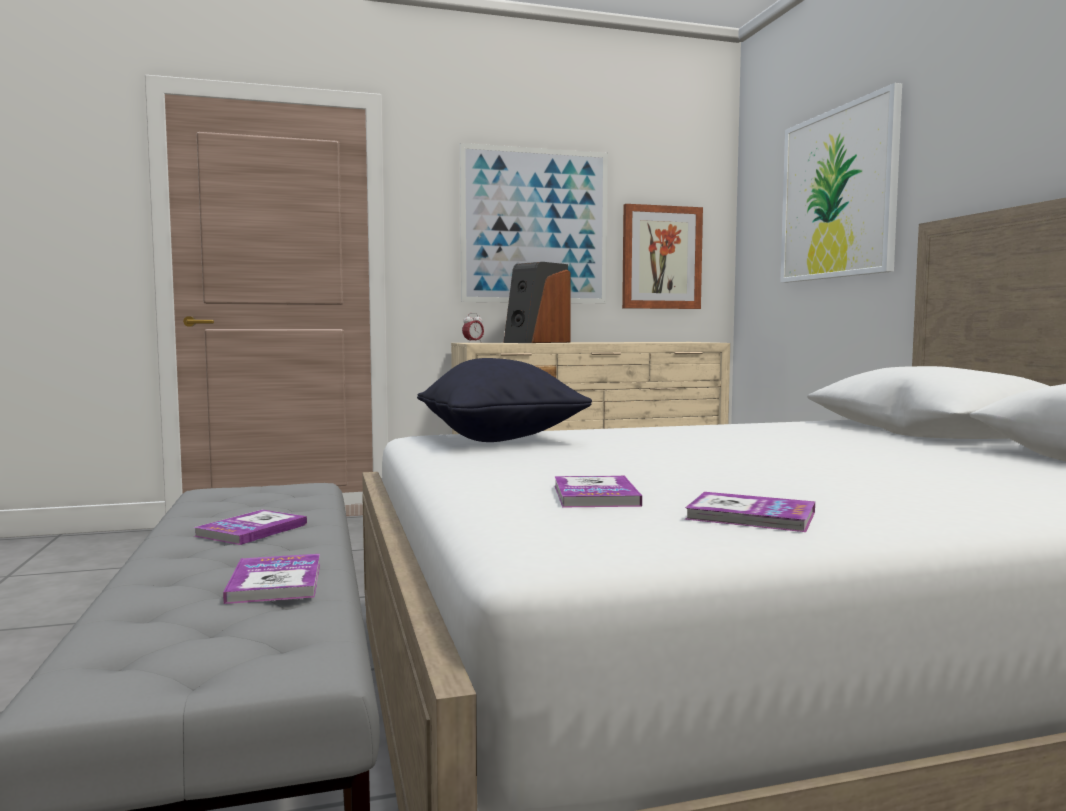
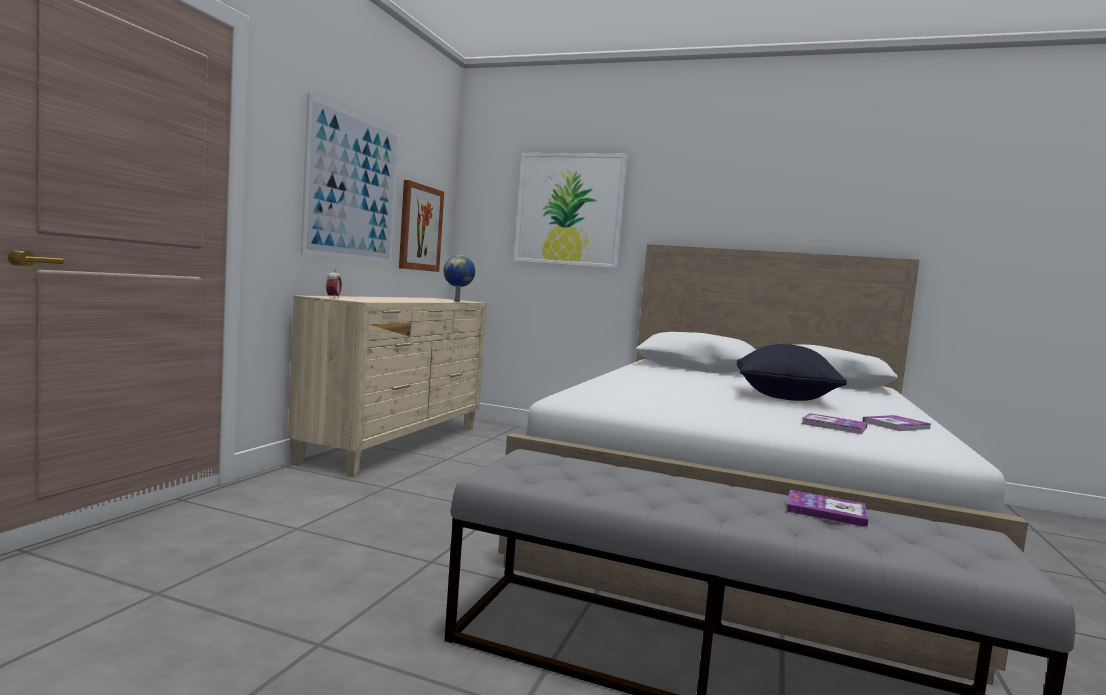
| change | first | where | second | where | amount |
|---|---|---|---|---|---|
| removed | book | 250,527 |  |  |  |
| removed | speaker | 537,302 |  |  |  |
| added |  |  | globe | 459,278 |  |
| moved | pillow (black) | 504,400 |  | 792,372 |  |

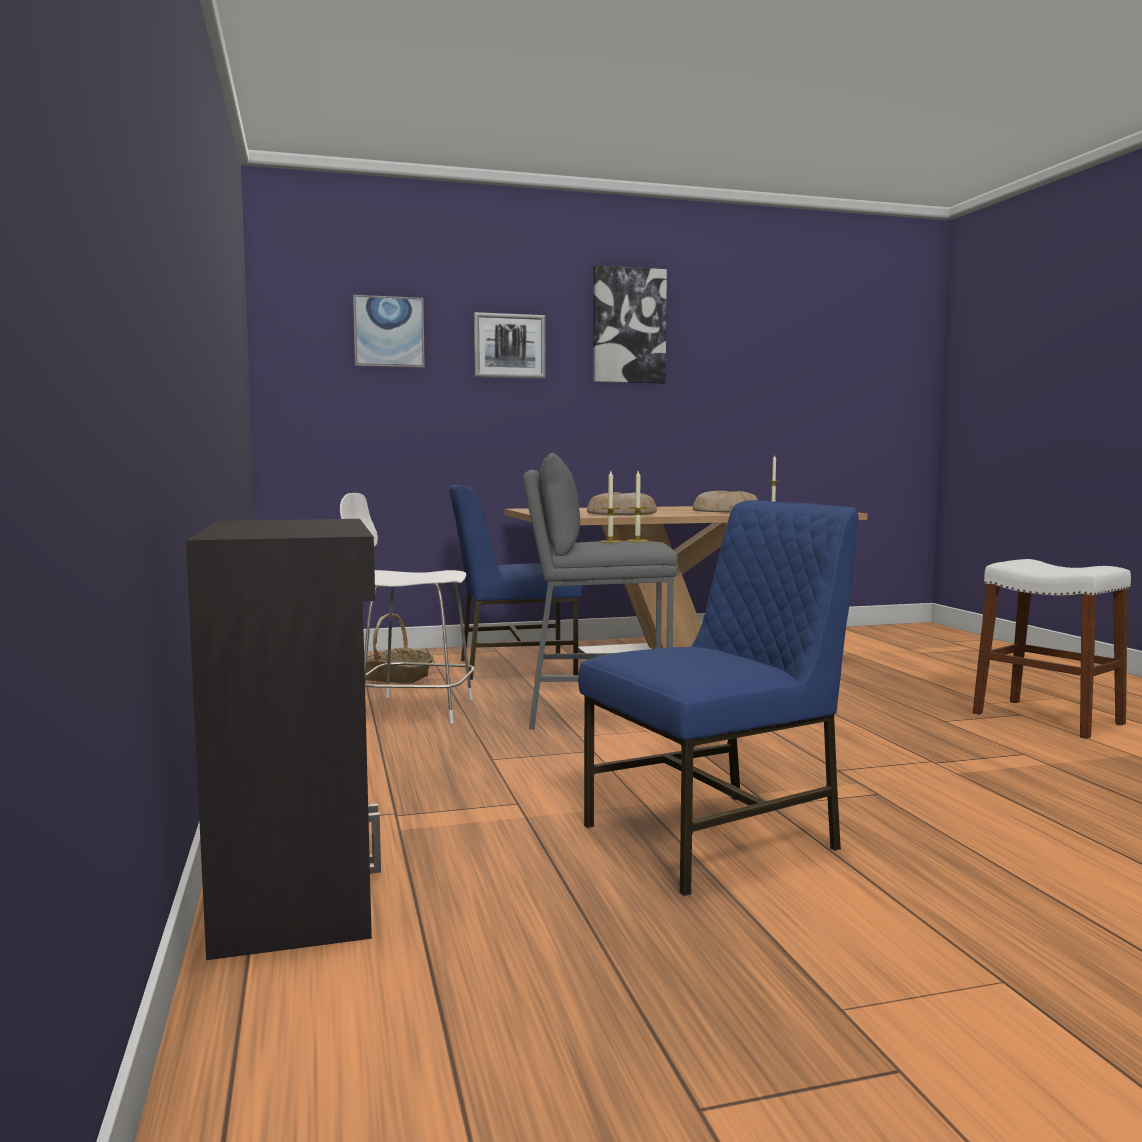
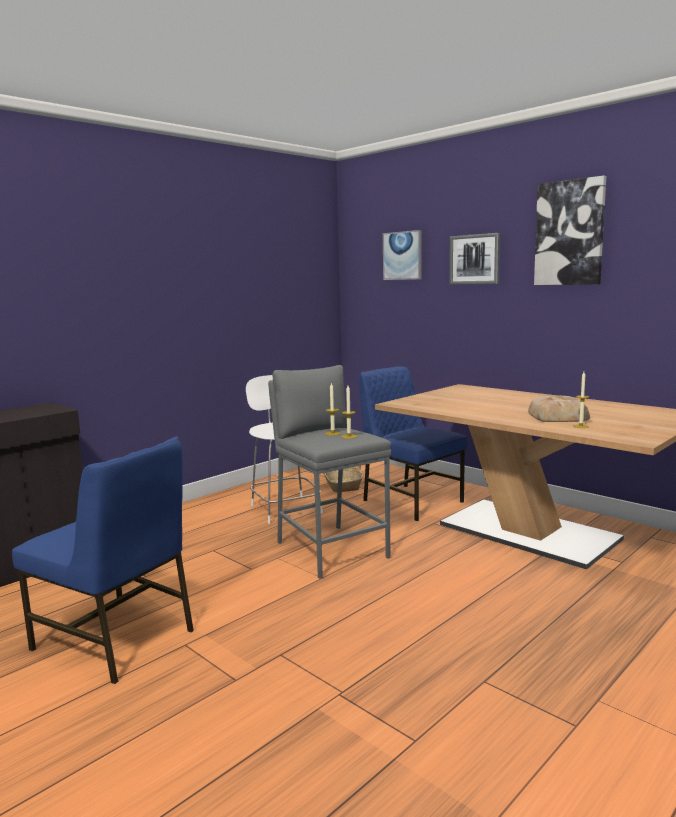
| change | first | where | second | where | amount |
|---|---|---|---|---|---|
| removed | bread | 622,503 |  |  |  |
| removed | stool (white) | 1052,649 |  |  |  |

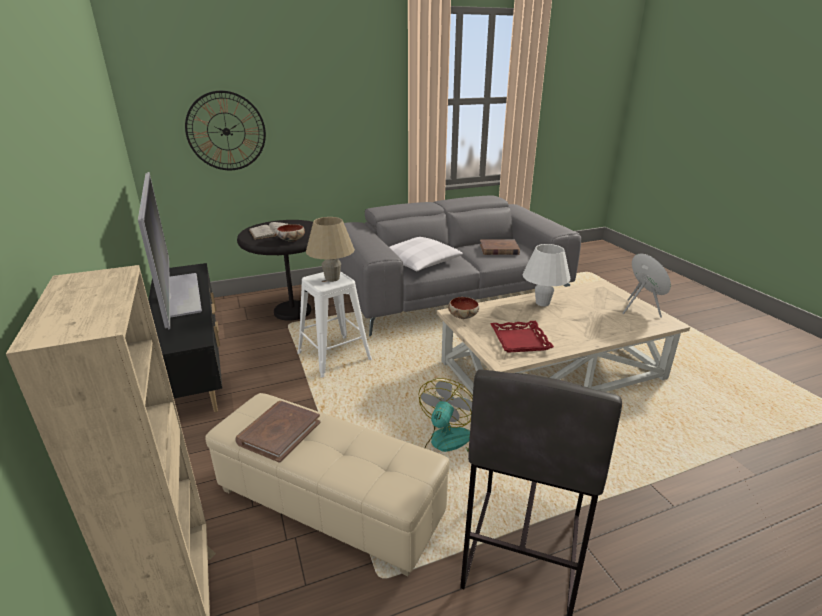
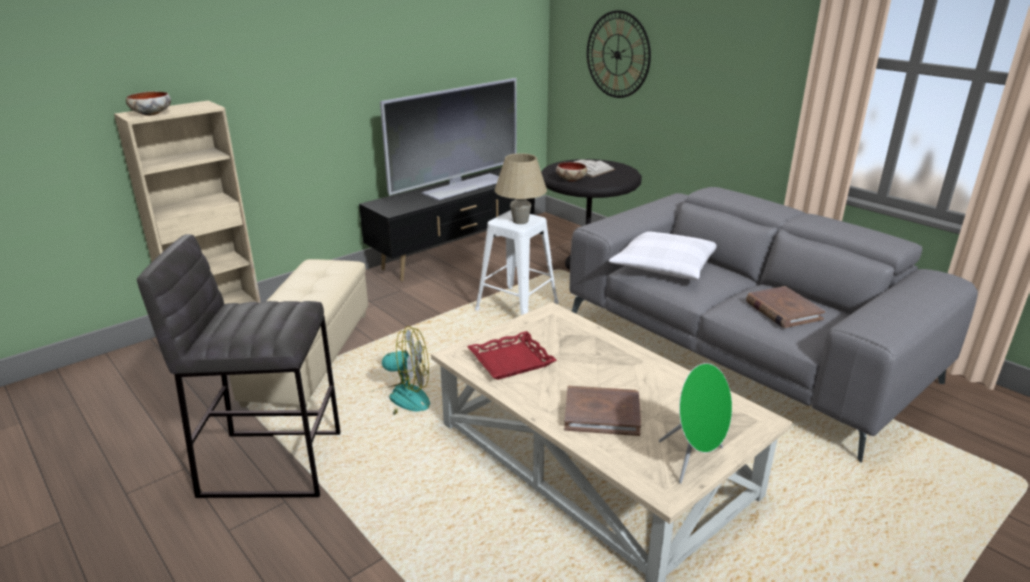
| change | first | where | second | where | amount |
|---|---|---|---|---|---|
| removed | table lamp (white) | 546,275 |  |  |  |
| moved | book (brown) | 278,432 |  | 602,411 |  |
| moved | bowl | 463,308 |  | 148,104 |  |

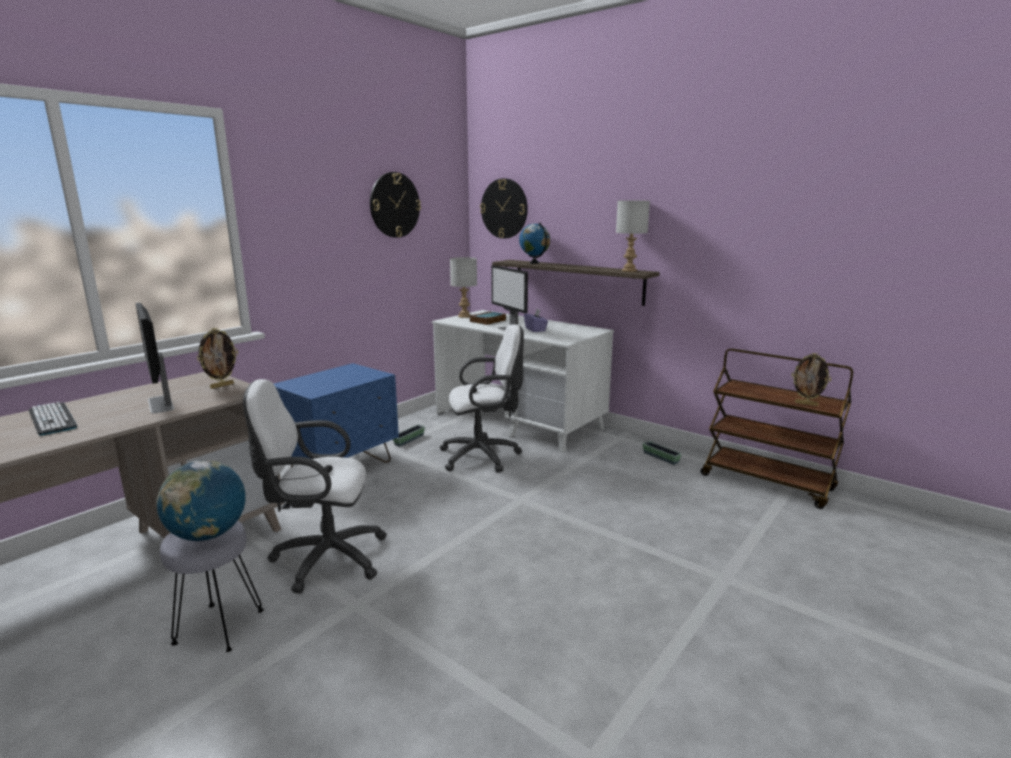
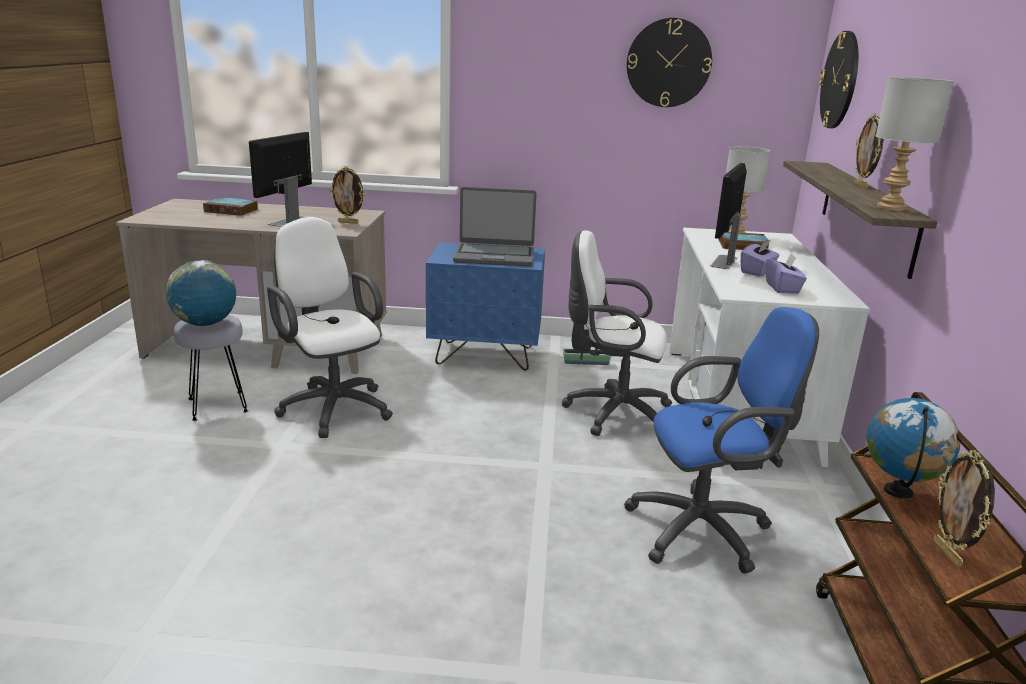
| change | first | where | second | where | amount |
|---|---|---|---|---|---|
| removed | planter | 662,453 |  |  |  |
| added |  |  | laptop | 495,226 |  |
| added |  |  | office chair (blue) | 721,440 |  |
| added |  |  | tissue box (purple) | 786,274 |  |
| added |  |  | picture frame | 869,150 |  |
| moved | globe | 534,243 |  | 913,448 |  |
| replaced | keyboard | 53,419 | book | 231,206 |  |
| turned | office chair (white) | 482,398 |  | 616,333 | 150 degrees clockwise |

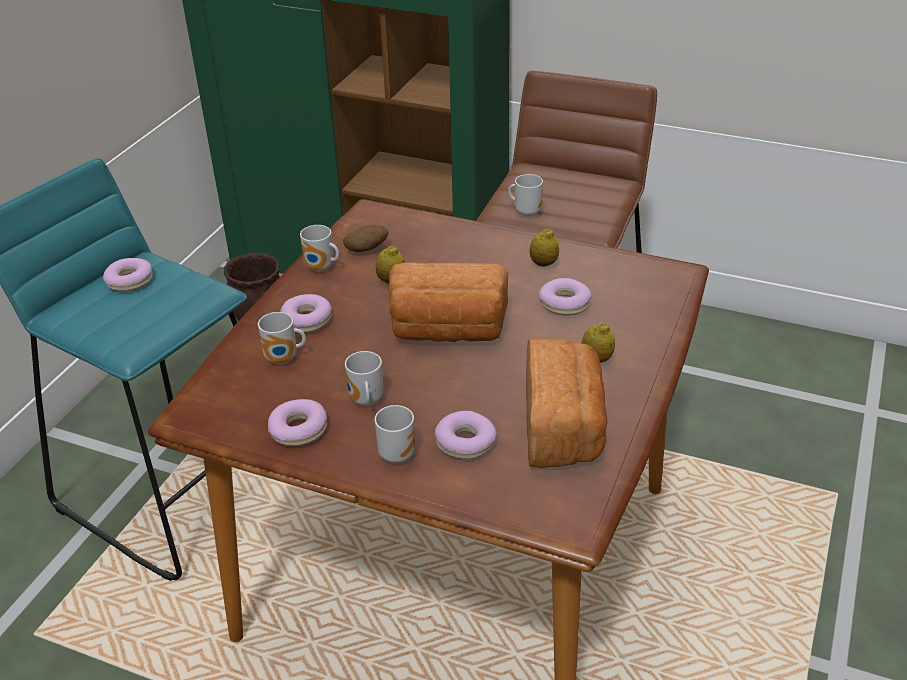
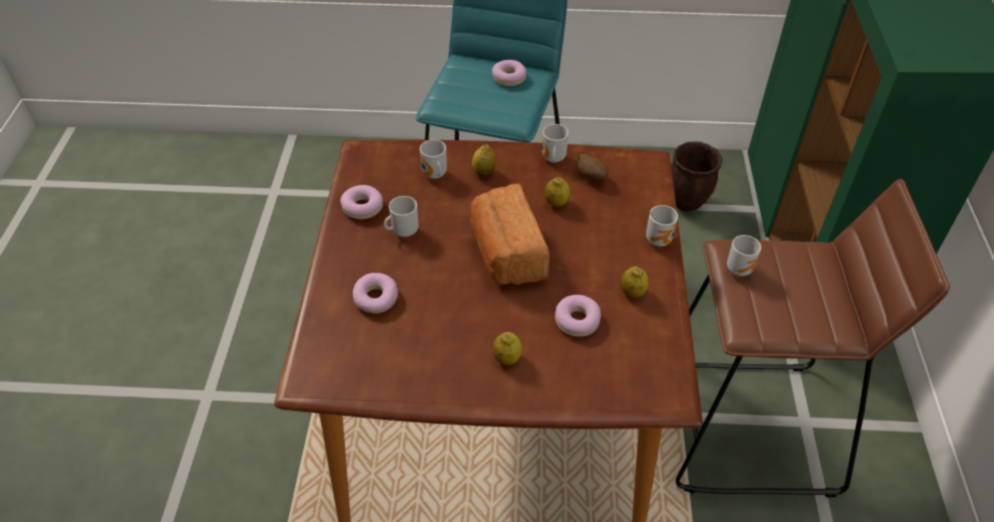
| change | first | where | second | where | amount |
|---|---|---|---|---|---|
| removed | bread | 566,403 |  |  |  |
| moved | mug | 394,434 |  | 662,226 |  |
| replaced | donut | 306,313 | lemon | 484,160 |  |

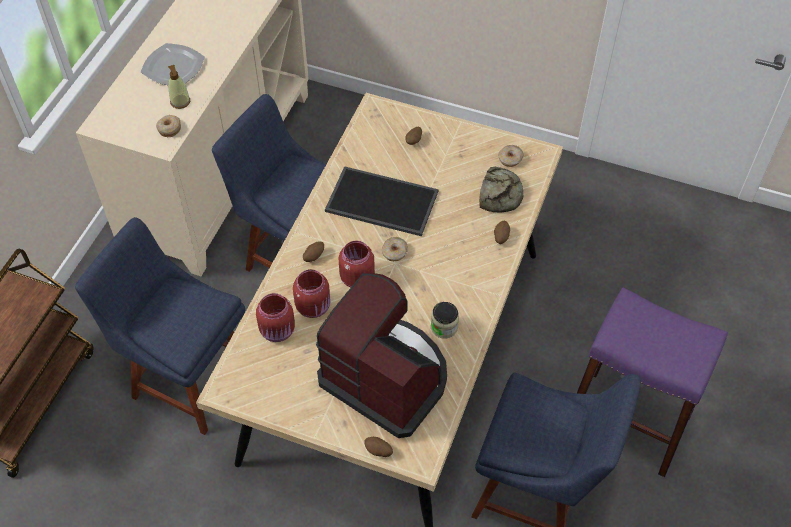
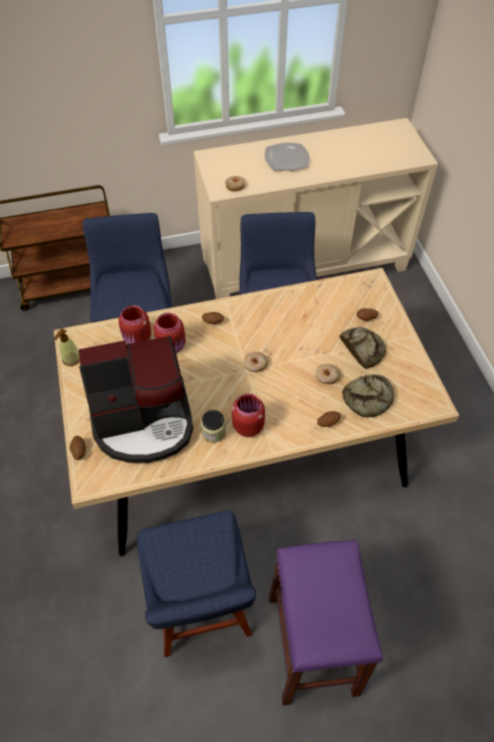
| change | first | where | second | where | amount |
|---|---|---|---|---|---|
| removed | tray | 382,201 |  |  |  |
| added |  |  | bread | 363,348 |  |
| moved | soap dispenser | 179,87 |  | 67,347 |  |
| moved | jar (red) | 357,264 |  | 248,415 |  |
| moved | donut | 510,156 |  | 328,374 |  |
| turned | coffee machine | 381,355 |  | 136,399 | 75 degrees clockwise |

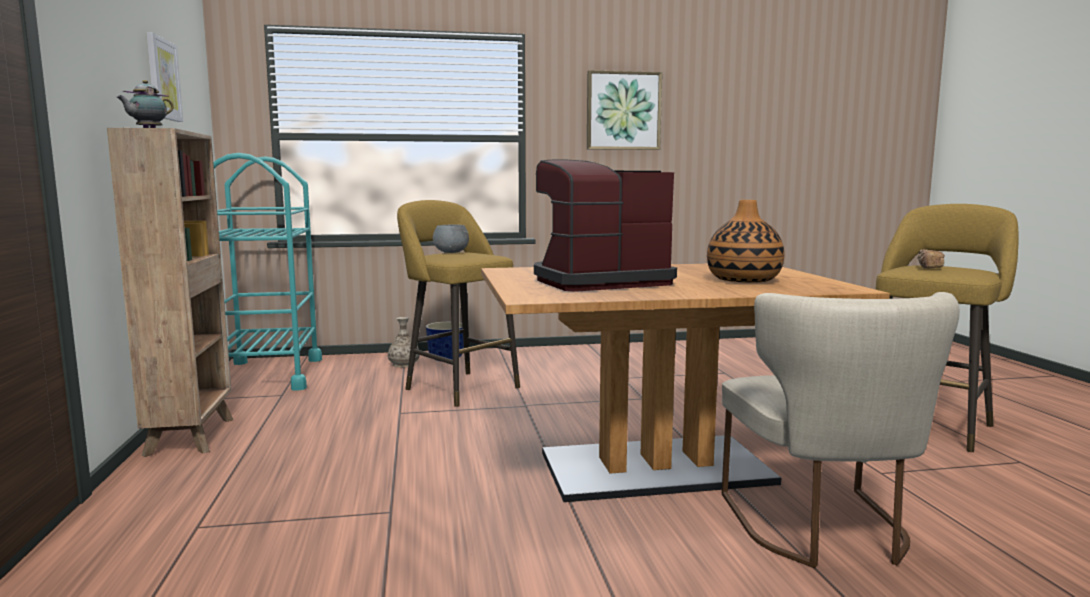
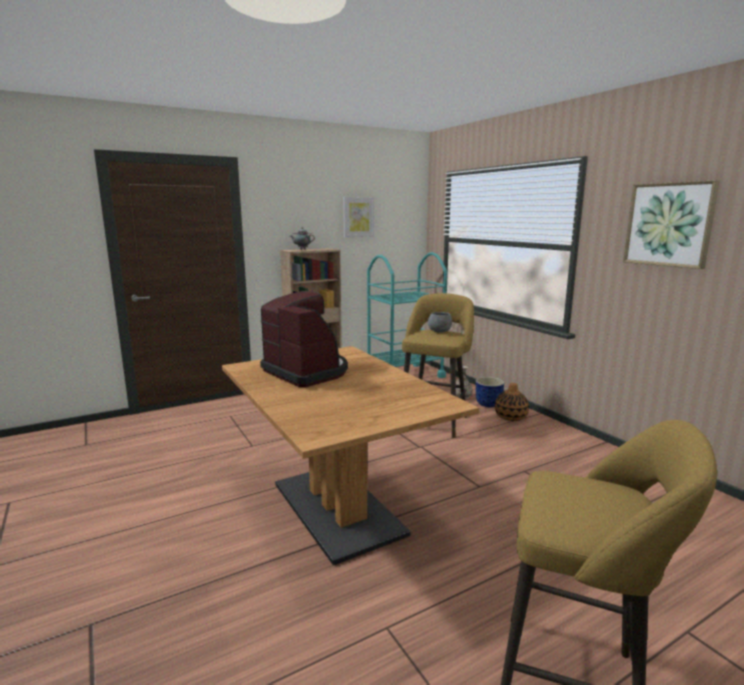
| change | first | where | second | where | amount |
|---|---|---|---|---|---|
| removed | chair (beige) | 841,430 |  |  |  |
| removed | bread | 930,258 |  |  |  |
| moved | vase | 745,241 |  | 512,402 |  |

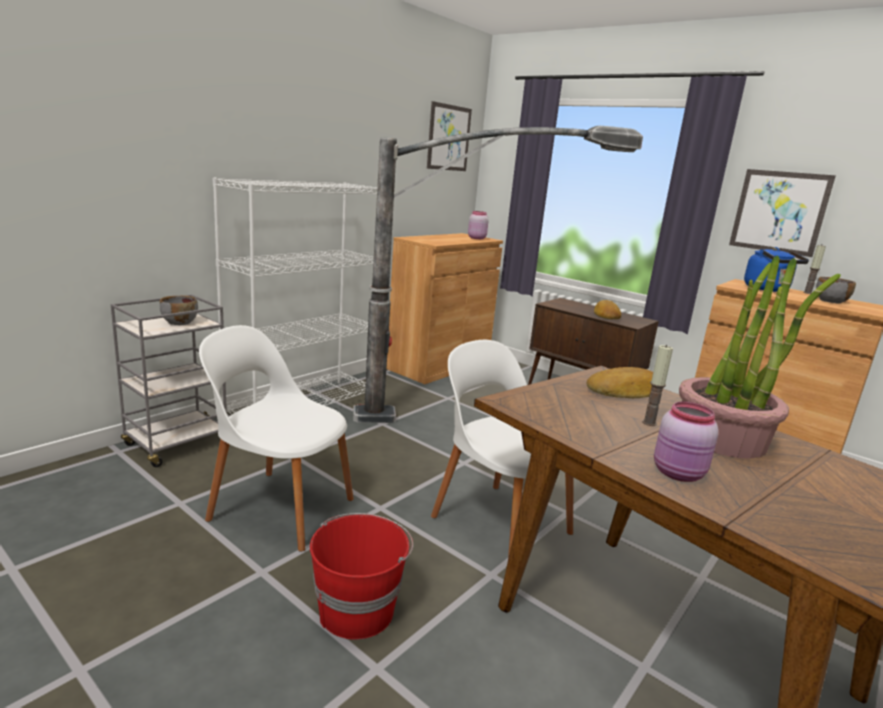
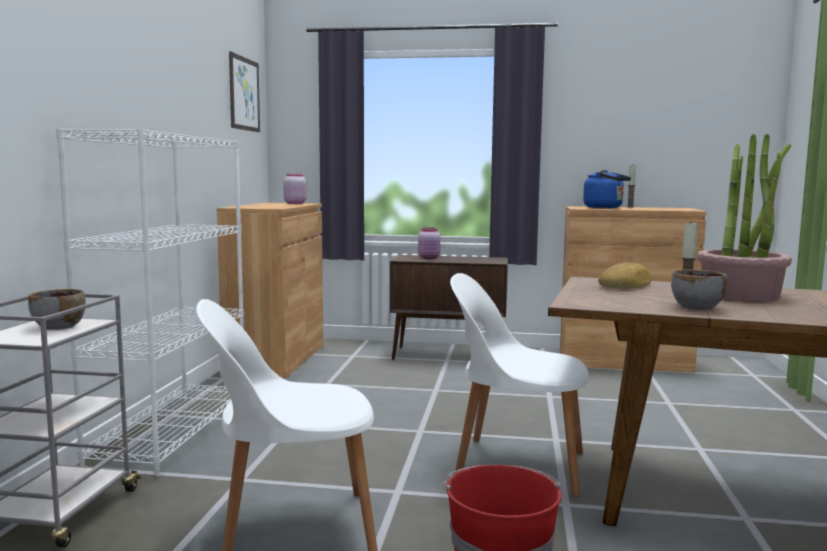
| change | first | where | second | where | amount |
|---|---|---|---|---|---|
| removed | floor lamp | 498,274 |  |  |  |
| removed | bread | 607,309 |  |  |  |
| removed | picture | 782,213 |  |  |  |
| moved | jar (pink) | 686,441 |  | 429,243 |  |
| moved | bowl (grey) | 836,290 |  | 699,289 |  |

